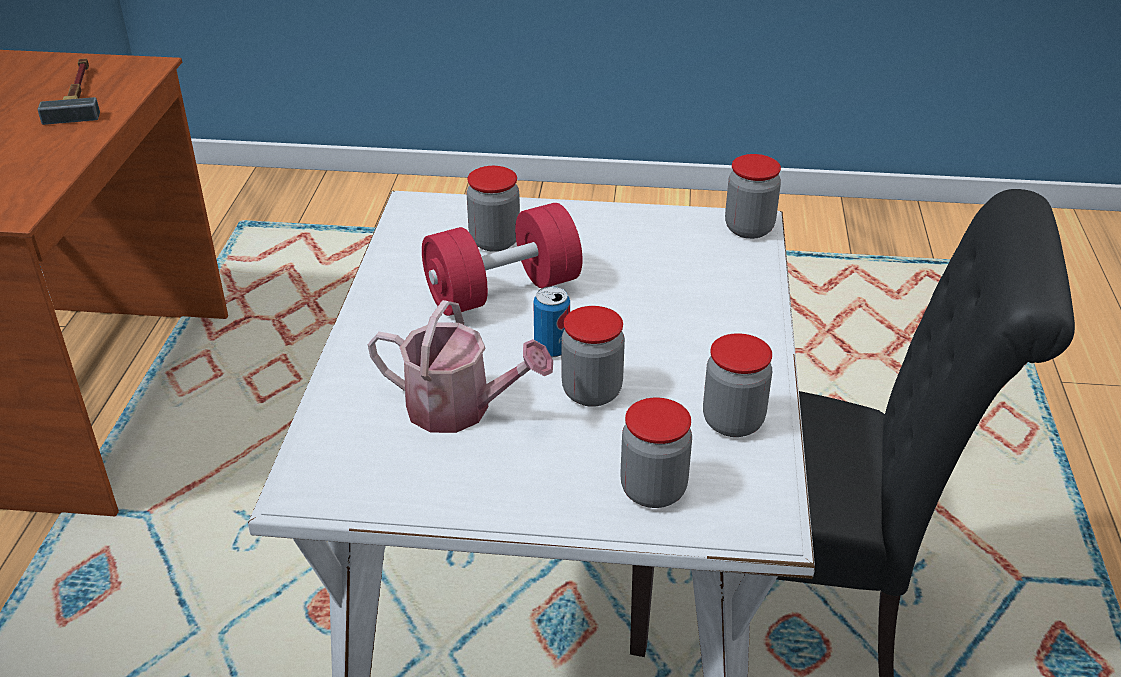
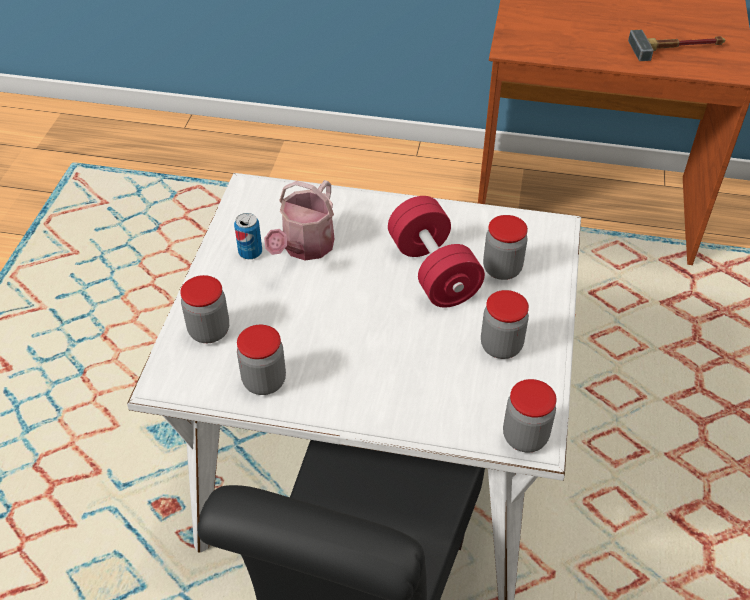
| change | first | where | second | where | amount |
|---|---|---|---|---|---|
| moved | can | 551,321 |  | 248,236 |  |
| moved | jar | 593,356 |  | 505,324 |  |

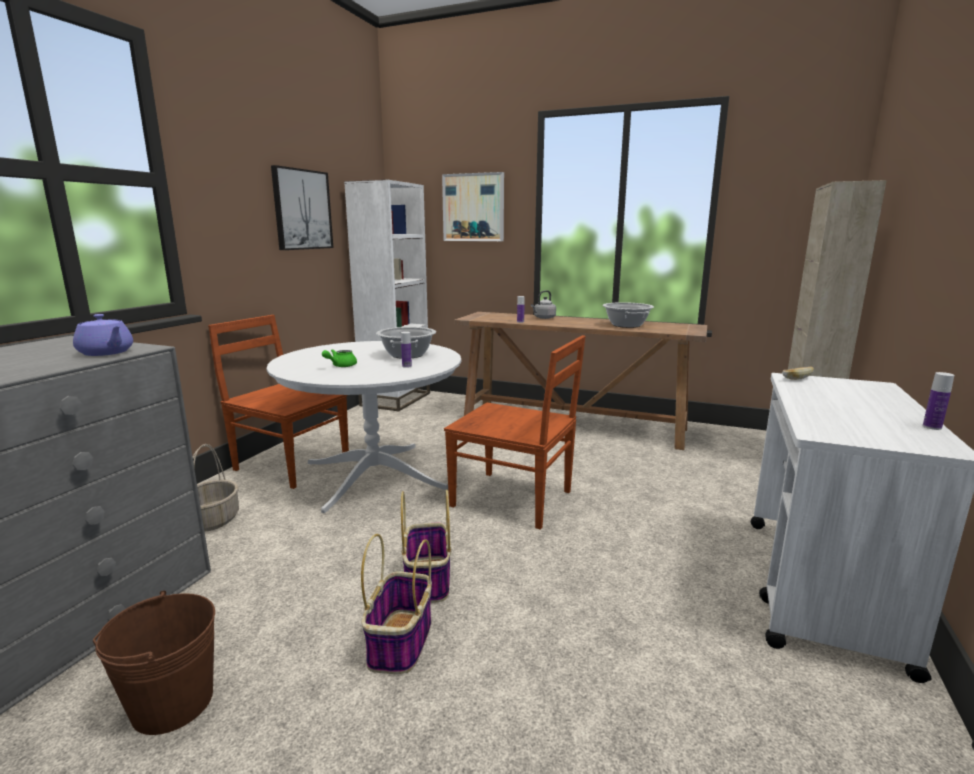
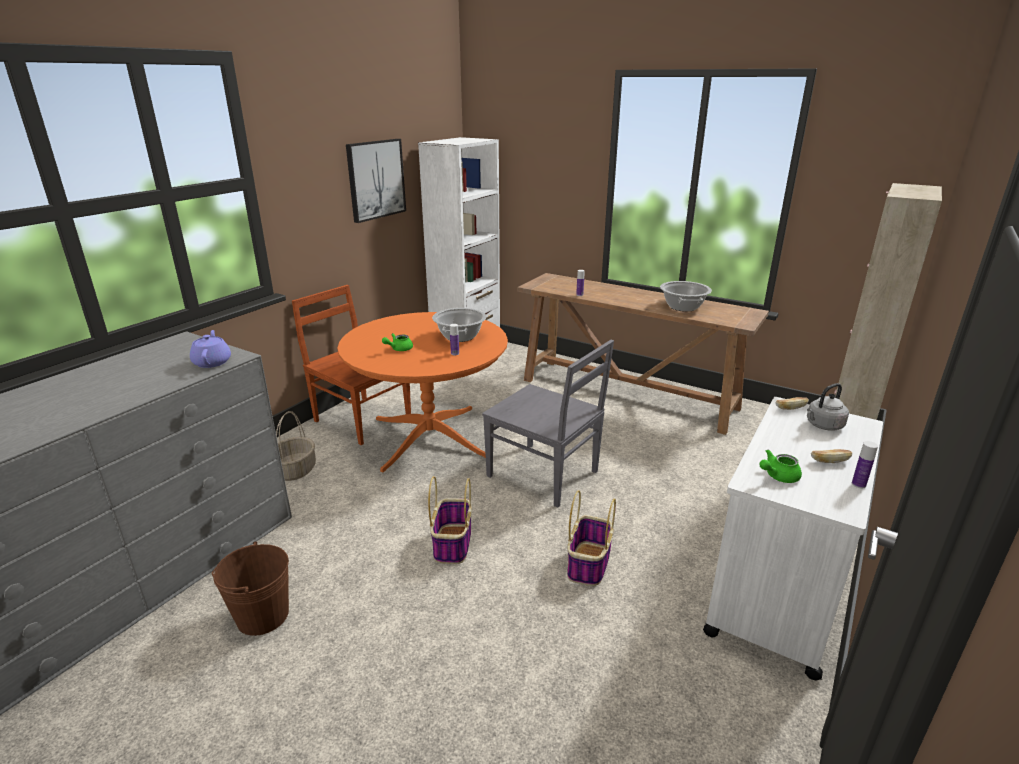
| change | first | where | second | where | amount |
|---|---|---|---|---|---|
| removed | picture | 473,206 |  |  |  |
| added |  |  | teapot (green) | 780,466 |  |
| added |  |  | bread | 831,456 |  |
| moved | basket | 396,604 |  | 591,538 |  |
| moved | kettle (grey) | 543,304 |  | 828,407 |  |
| recoloured | dining table (white) | 363,427 | dining table (orange) | 422,392 |  |
| recoloured | chair (brown) | 515,432 | chair (grey) | 548,424 |  |
| turned | teapot (purple) | 103,335 |  | 210,349 | 150 degrees counterclockwise |

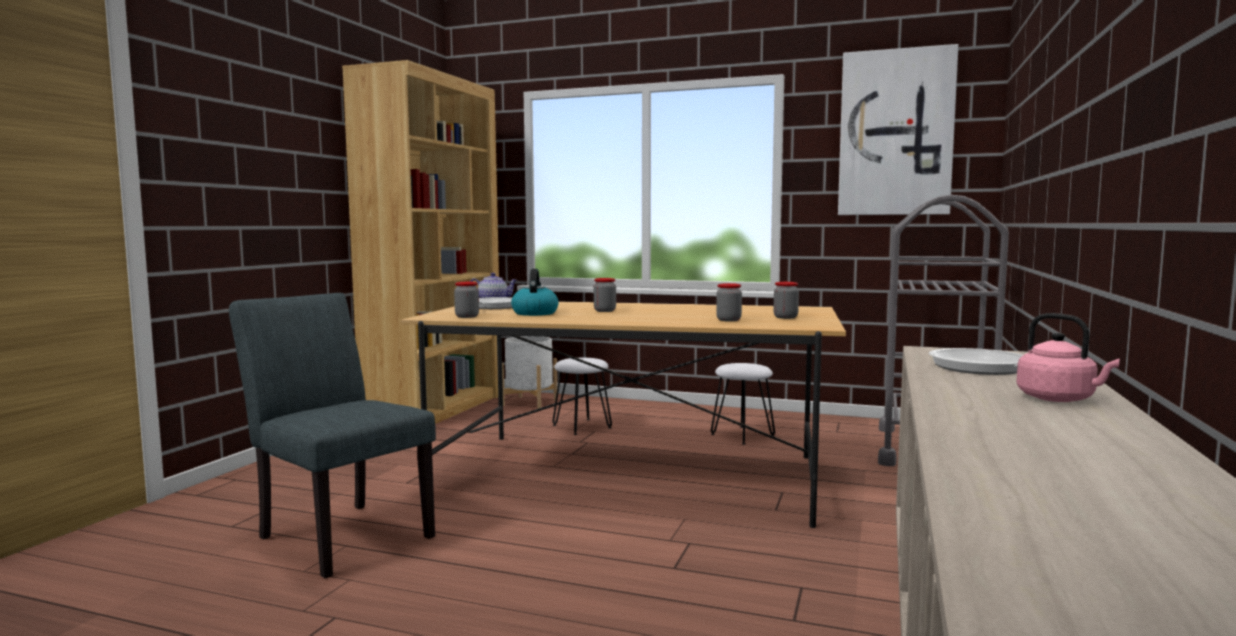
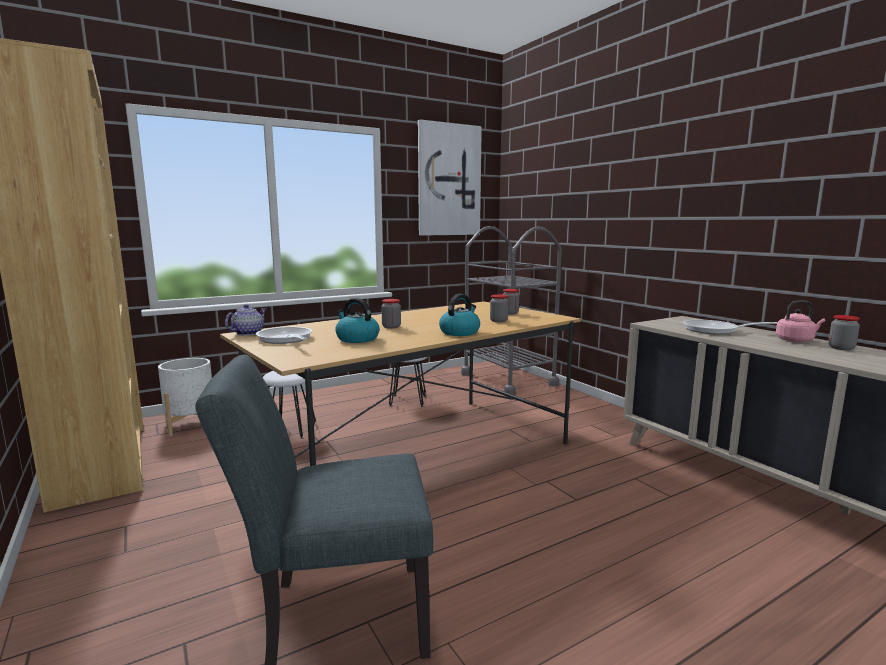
| change | first | where | second | where | amount |
|---|---|---|---|---|---|
| added |  |  | kettle | 459,315 |  |
| moved | jar | 466,300 |  | 844,332 |  |

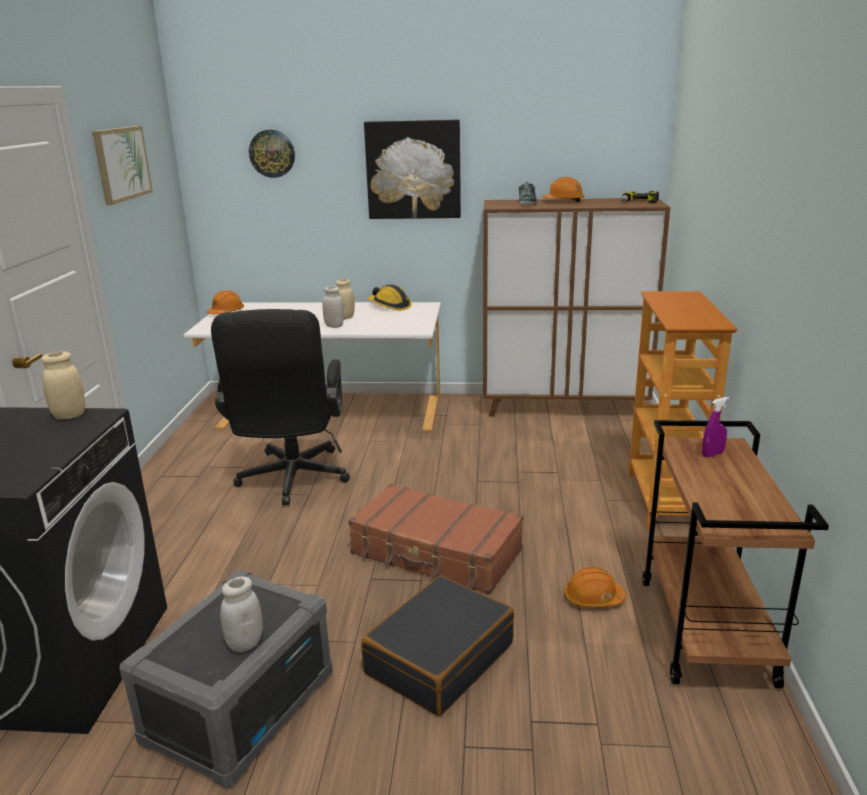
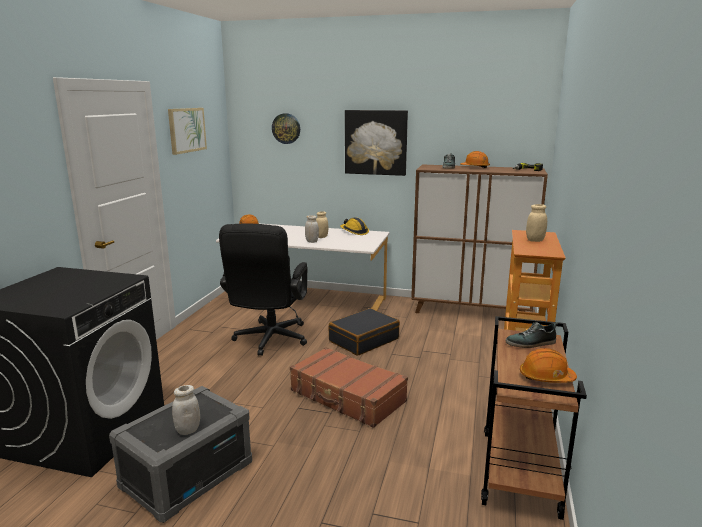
| change | first | where | second | where | amount |
|---|---|---|---|---|---|
| moved | jar (beige) | 63,385 |  | 536,223 |  |
| moved | suitcase (black) | 437,646 |  | 364,332 |  |
| moved | hard hat (orange) | 595,587 |  | 548,365 |  |
| replaced | spray bottle (purple) | 715,427 | shoe | 532,335 |  |

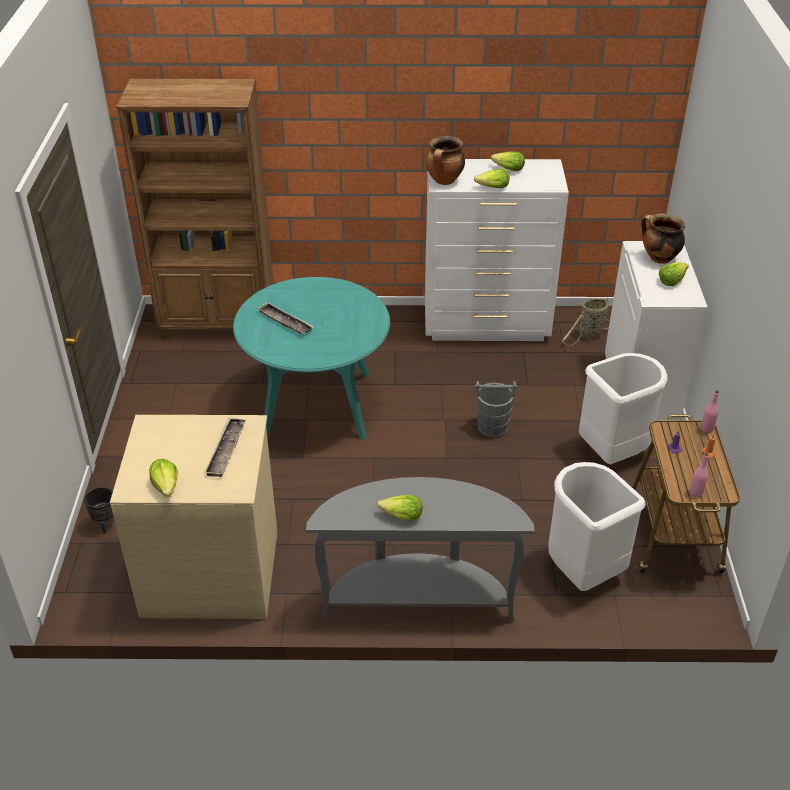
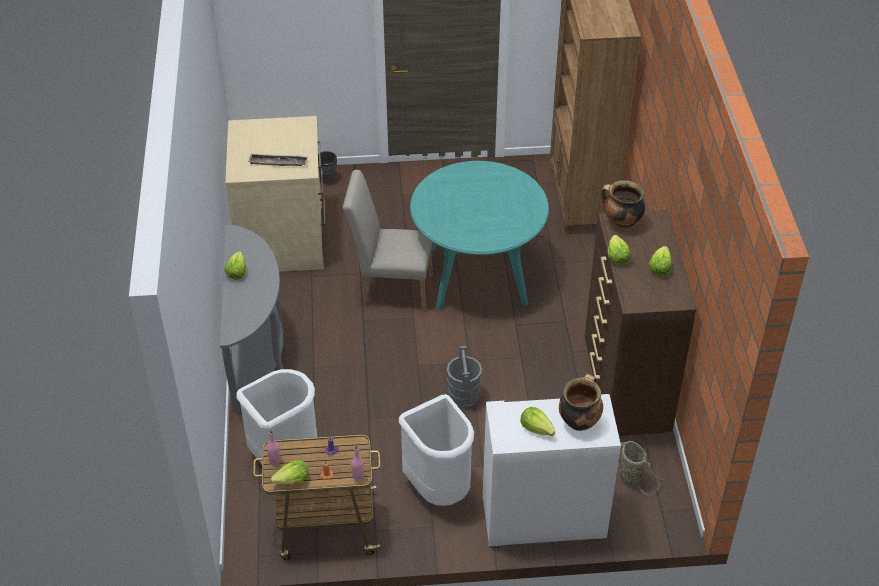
| change | first | where | second | where | amount |
|---|---|---|---|---|---|
| removed | tray | 285,318 |  |  |  |
| added |  |  | chair (beige) | 388,240 |  |
| moved | lettuce | 163,478 |  | 289,472 |  |
| recoloured | dresser (white) | 497,250 | dresser (brown) | 640,323 |  |

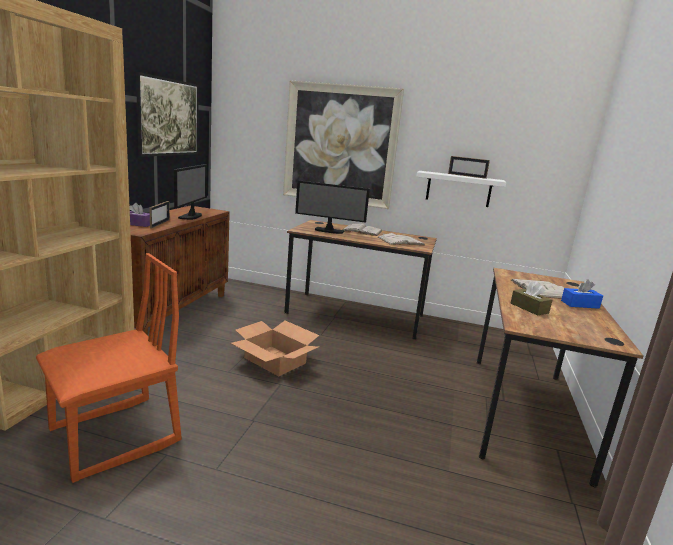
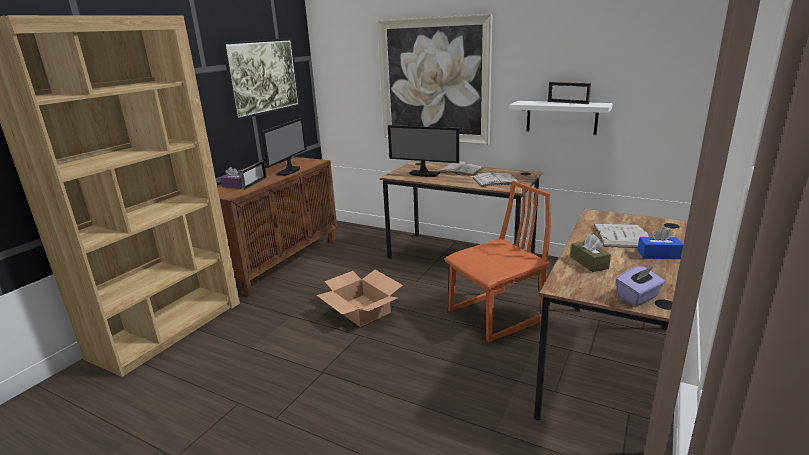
| change | first | where | second | where | amount |
|---|---|---|---|---|---|
| added |  |  | tissue box (purple) | 640,286 |  |
| moved | chair (orange) | 109,368 |  | 498,261 |  |

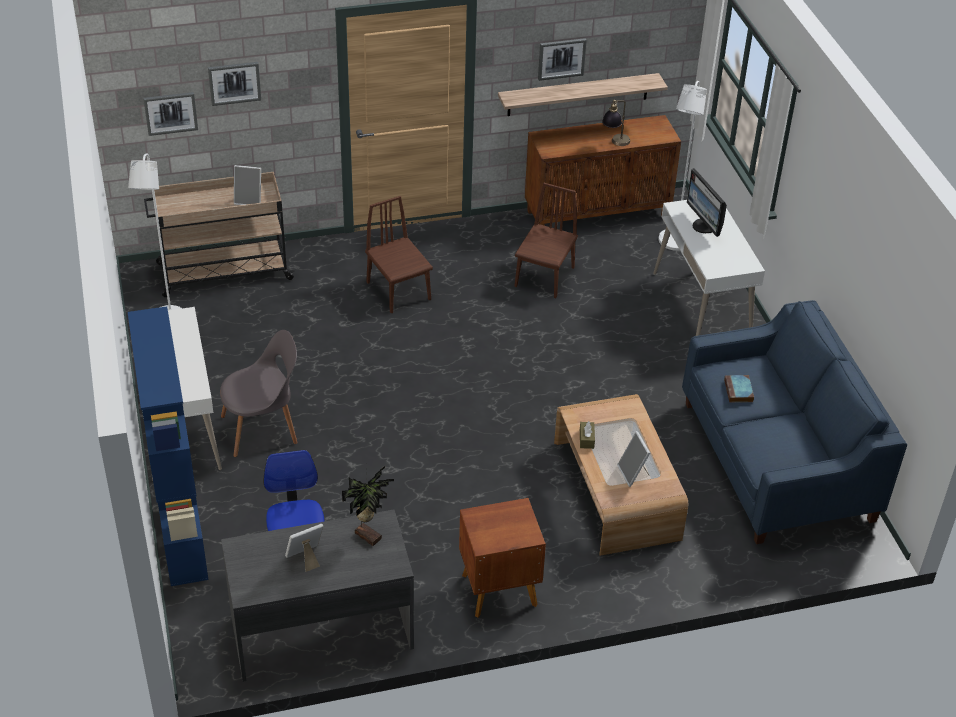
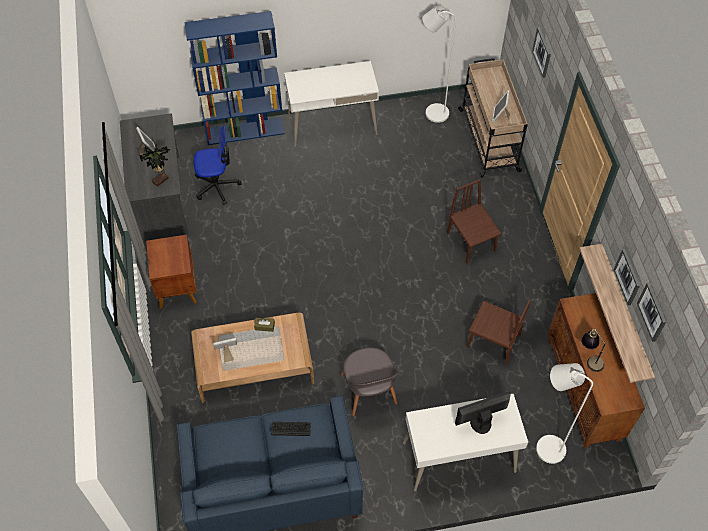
| change | first | where | second | where | amount |
|---|---|---|---|---|---|
| moved | picture | 170,114 |  | 651,312 |  |
| moved | chair (grey) | 259,393 |  | 369,382 |  |
| replaced | book | 739,388 | keyboard | 291,429 |  |
| turned | chair (brown) | 399,254 |  | 474,221 | 90 degrees counterclockwise |

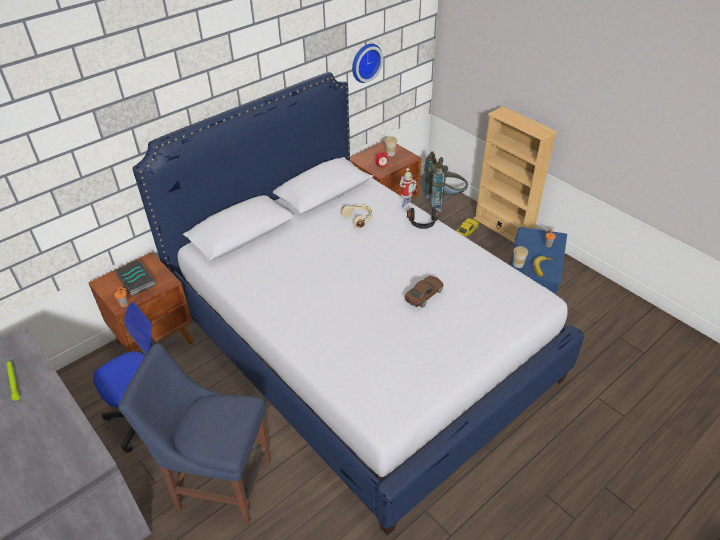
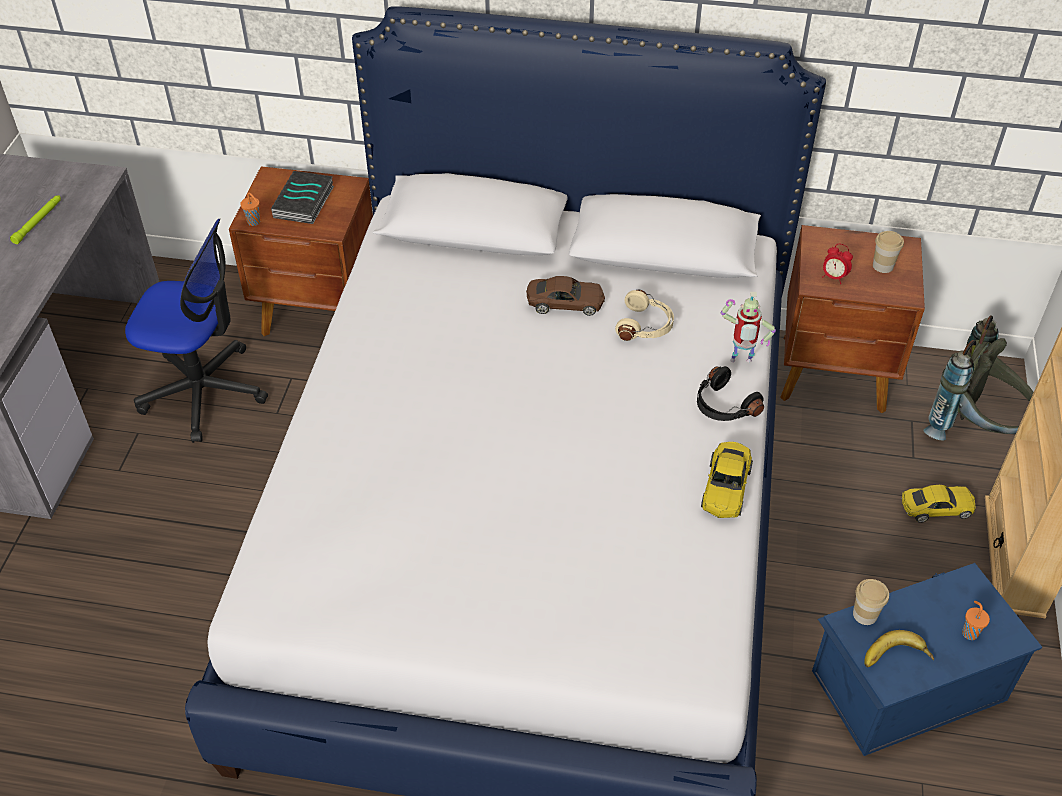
| change | first | where | second | where | amount |
|---|---|---|---|---|---|
| removed | chair (blue) | 194,434 |  |  |  |
| removed | wall clock | 367,63 |  |  |  |
| added |  |  | toy car (yellow) | 727,480 |  |
| moved | toy car (brown) | 424,292 |  | 565,296 |  |

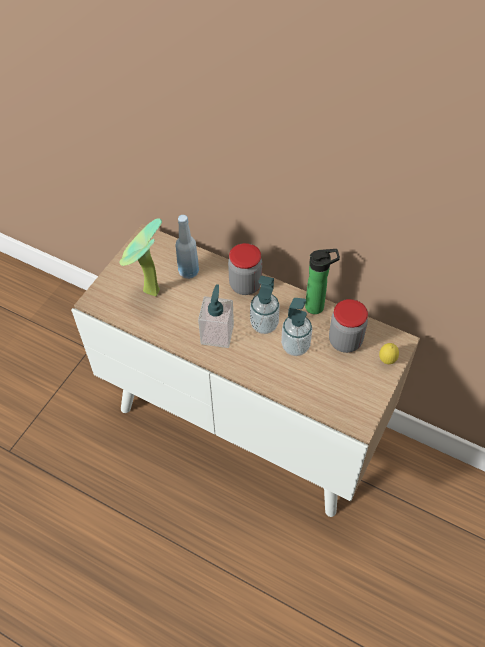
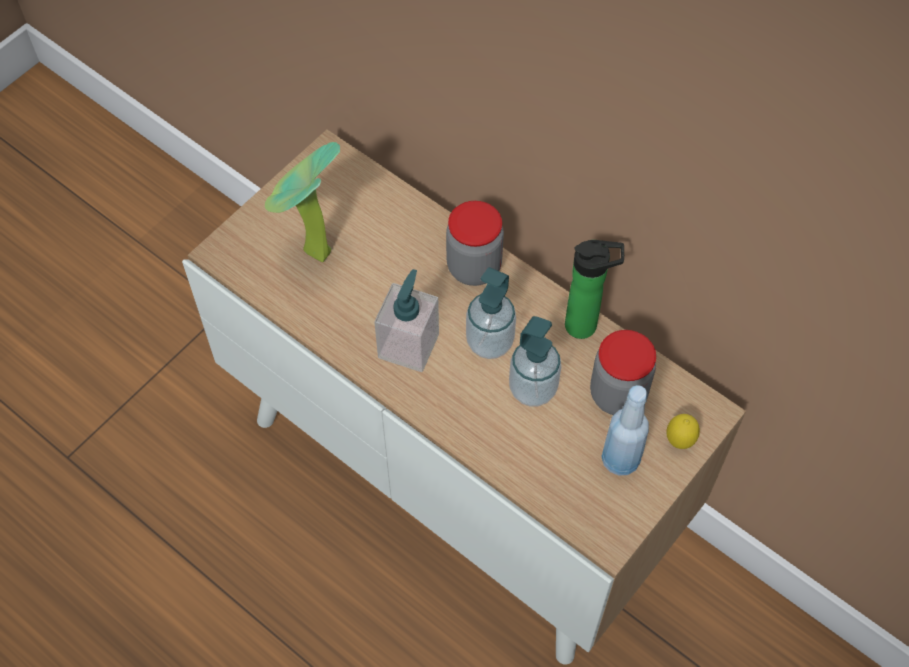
| change | first | where | second | where | amount |
|---|---|---|---|---|---|
| moved | bottle (blue) | 187,247 |  | 625,430 |  |

